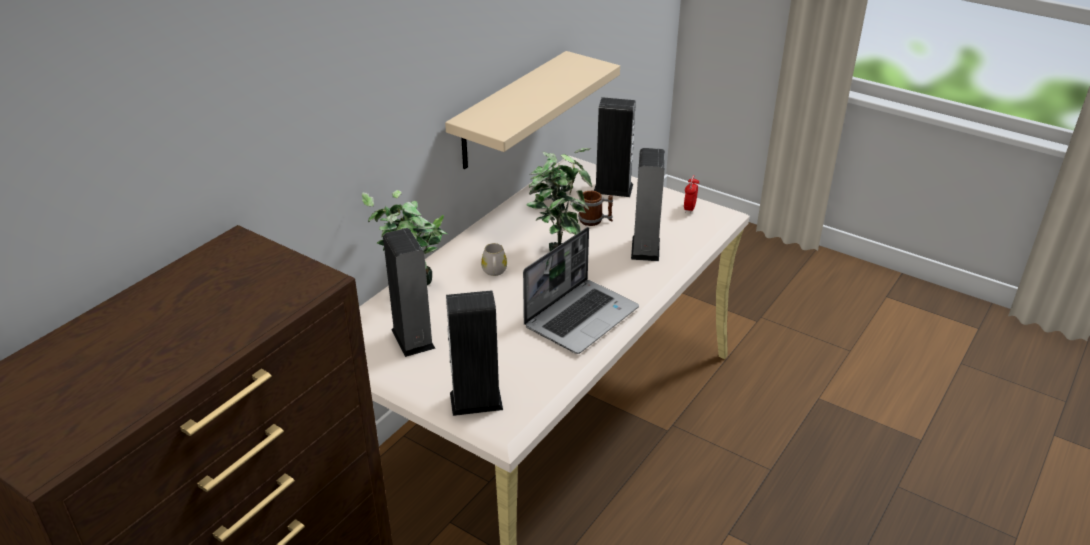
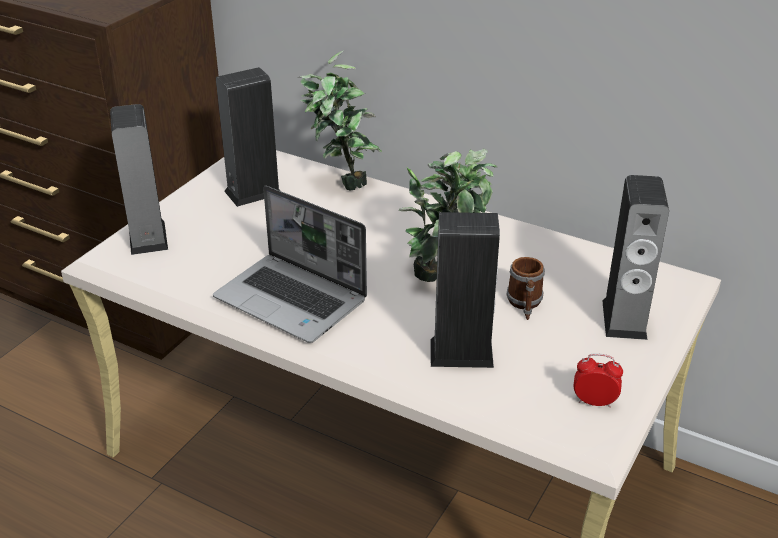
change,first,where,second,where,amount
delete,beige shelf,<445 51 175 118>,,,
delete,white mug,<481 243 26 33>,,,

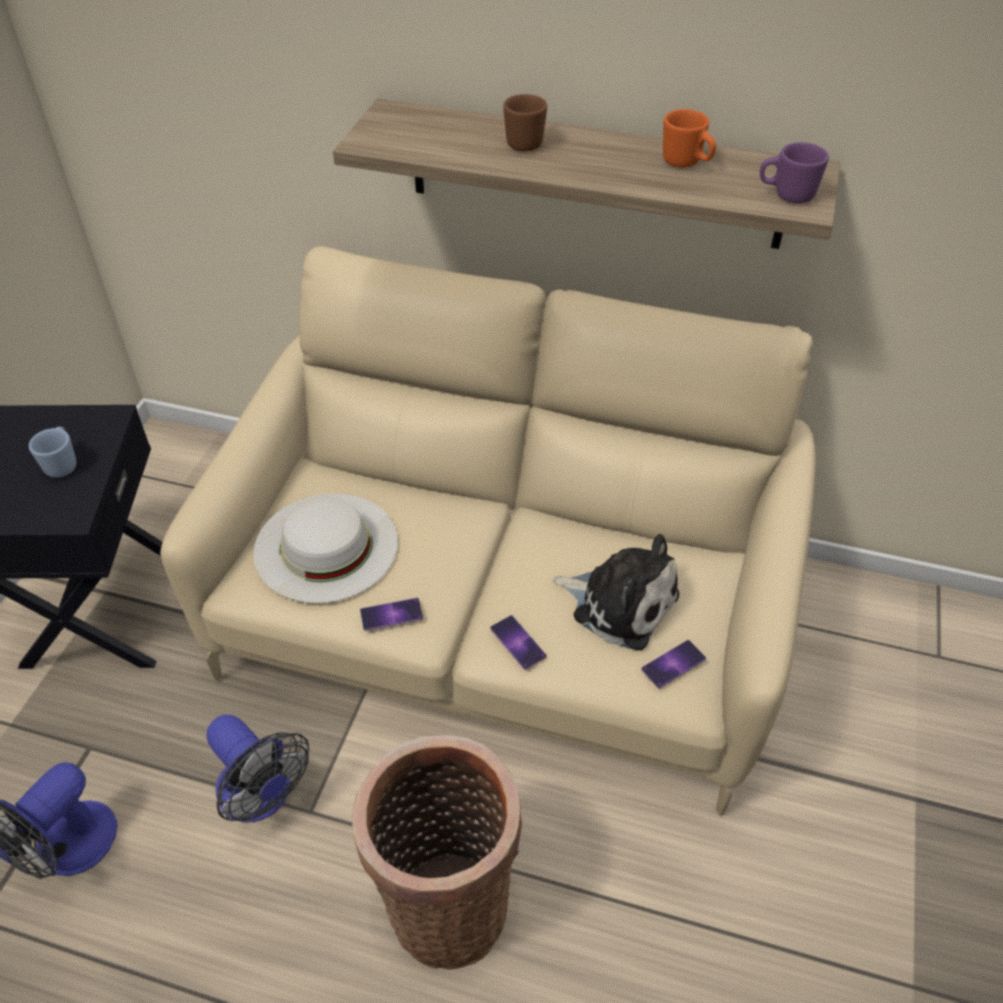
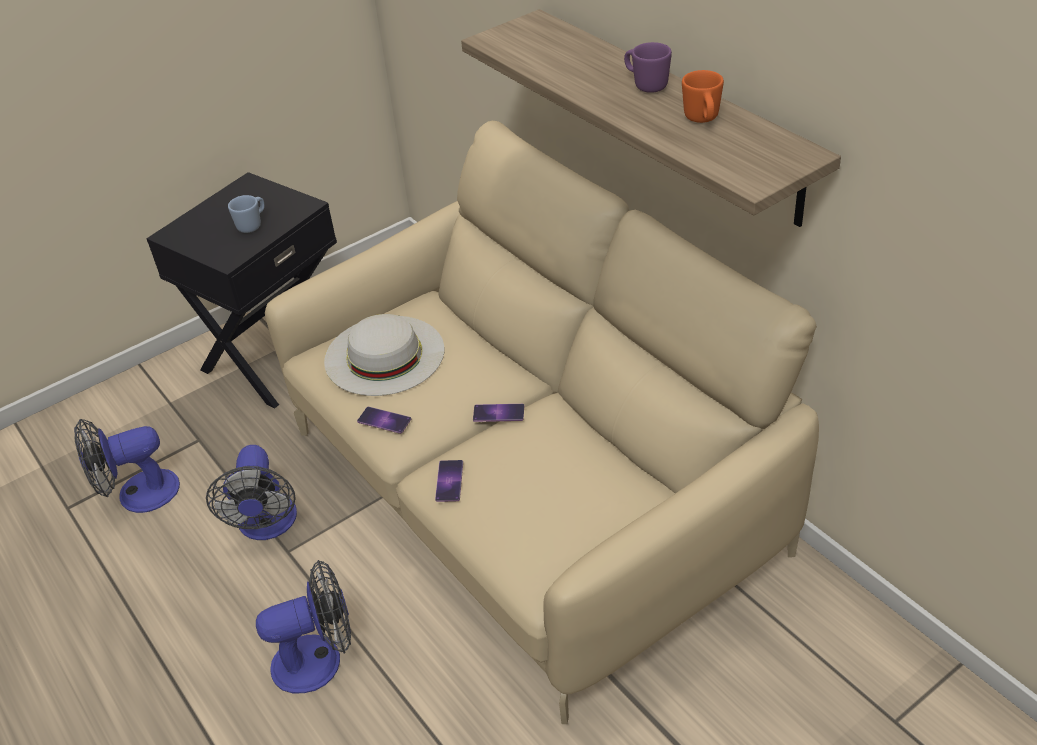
change,first,where,second,where,amount
replace,basket,<352 735 170 235>,fan,<256 560 95 133>,
delete,brown mug,<503 94 44 57>,,,
delete,plush toy,<552 534 127 116>,,,
move,phone,<642 640 64 49>,,<473 404 51 18>,
move,purple mug,<760 142 69 62>,,<624 42 48 51>,

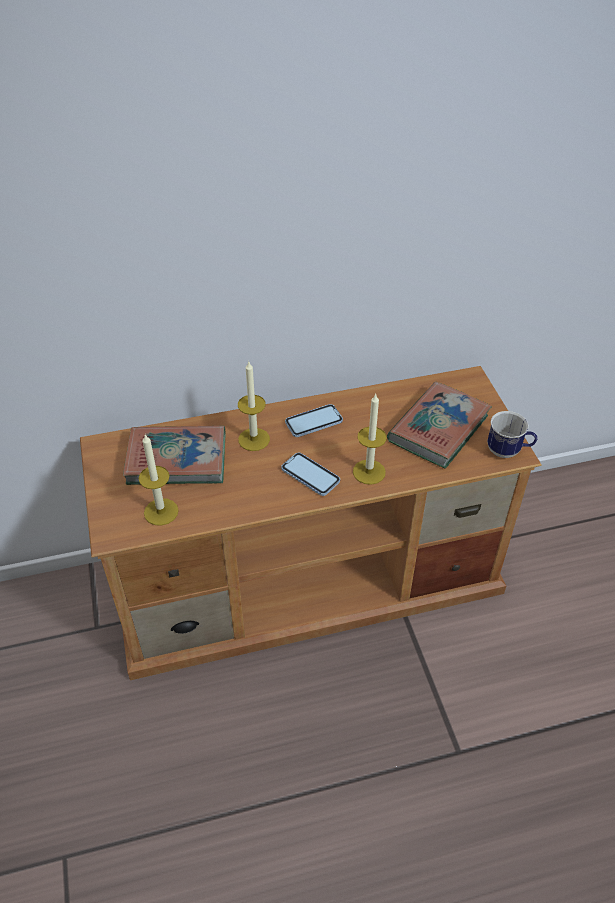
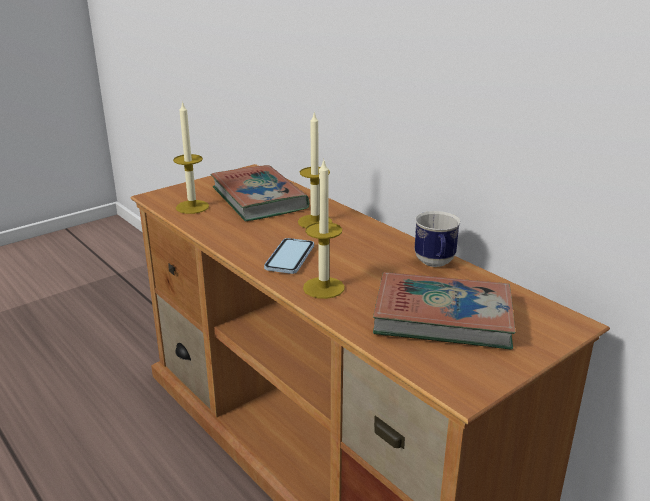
change,first,where,second,where,amount
delete,phone,<285 404 58 33>,,,
move,mug,<487 411 50 47>,,<415 211 46 56>,

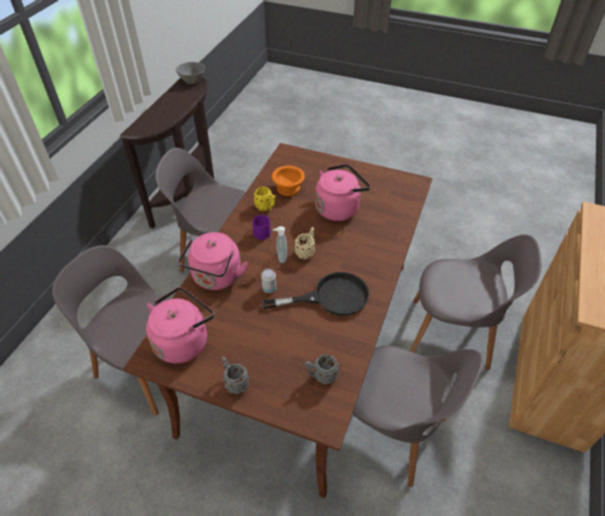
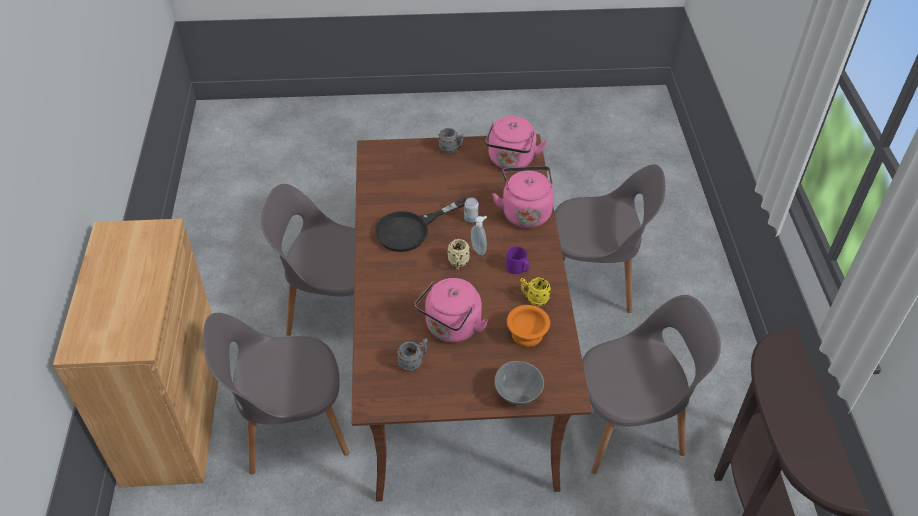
change,first,where,second,where,amount
move,grey bowl,<176 62 29 22>,,<494 361 50 44>,
move,grey mug,<305 354 34 30>,,<397 338 31 34>,

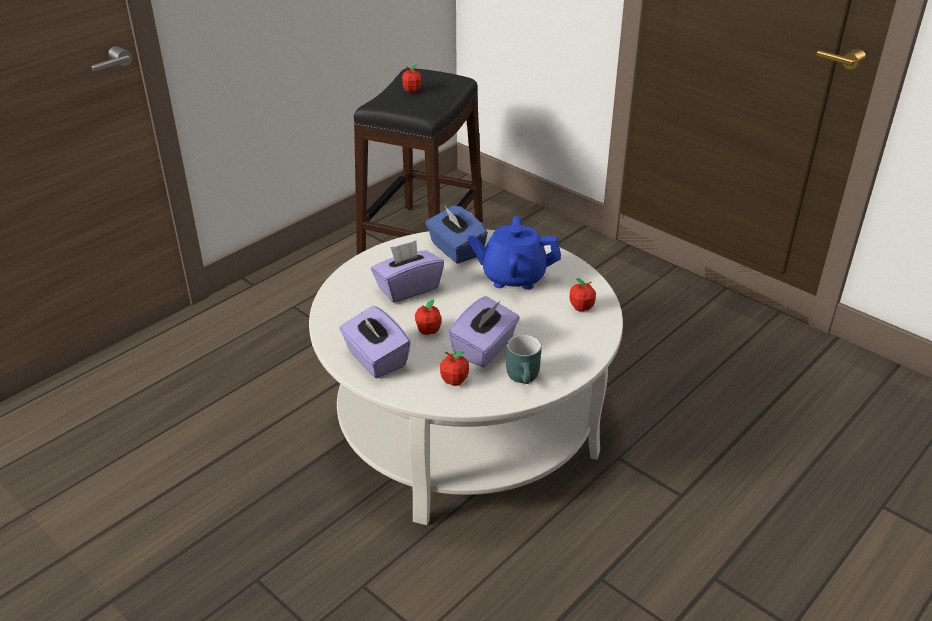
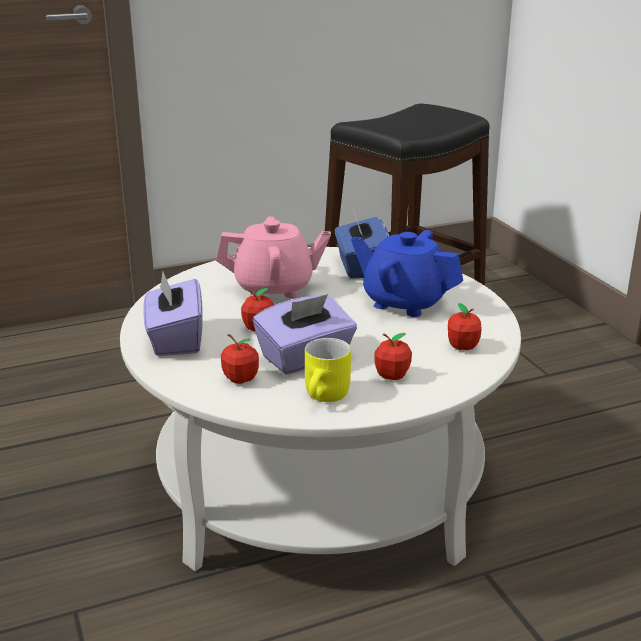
change,first,where,second,where,amount
replace,purple tissue box,<371 240 73 63>,pink teapot,<216 216 115 82>,
move,apple,<402 65 19 27>,,<374 333 38 47>,
recolor,turquoise mug,<506 335 35 49>,yellow mug,<305 338 46 64>,

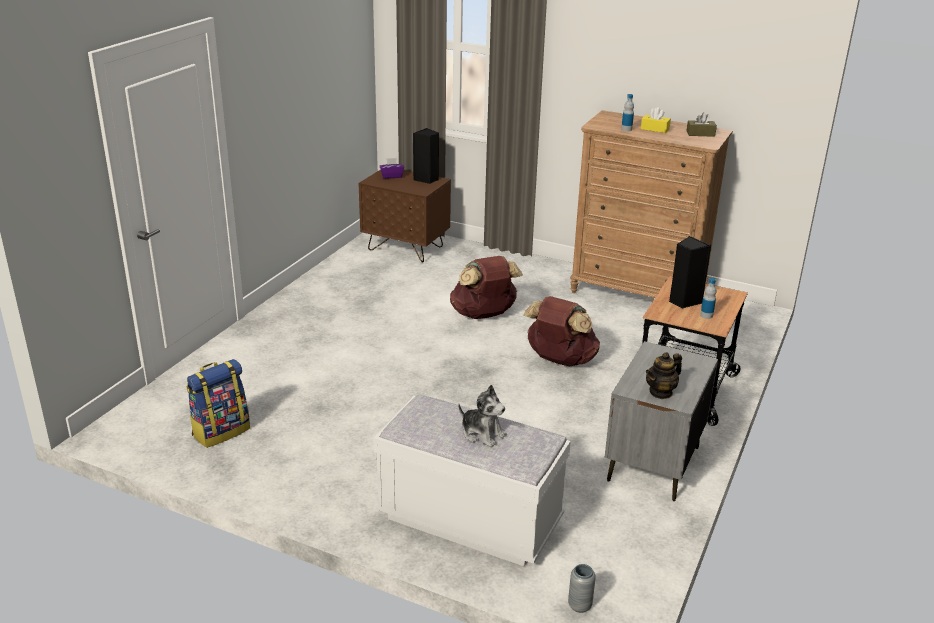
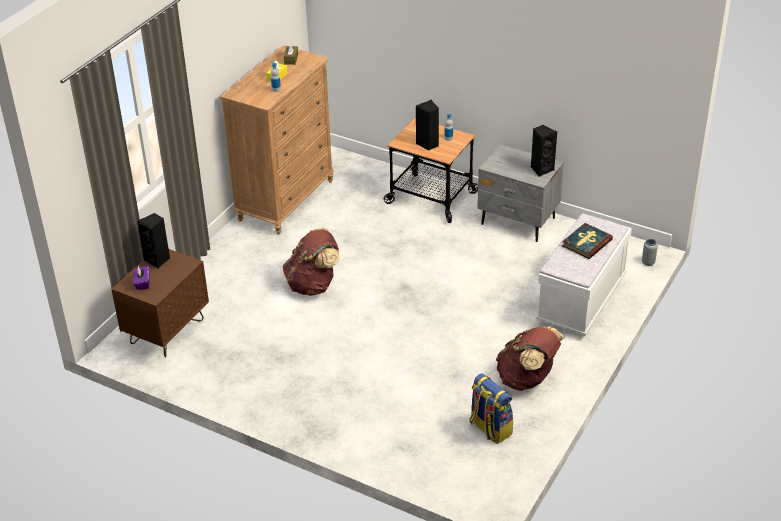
change,first,where,second,where,amount
replace,plush toy,<458 385 49 62>,book,<562 223 51 36>,
move,brown backpack,<524 296 76 70>,,<496 326 68 65>,
replace,teapot,<646 352 36 47>,black speaker,<531 125 26 52>,

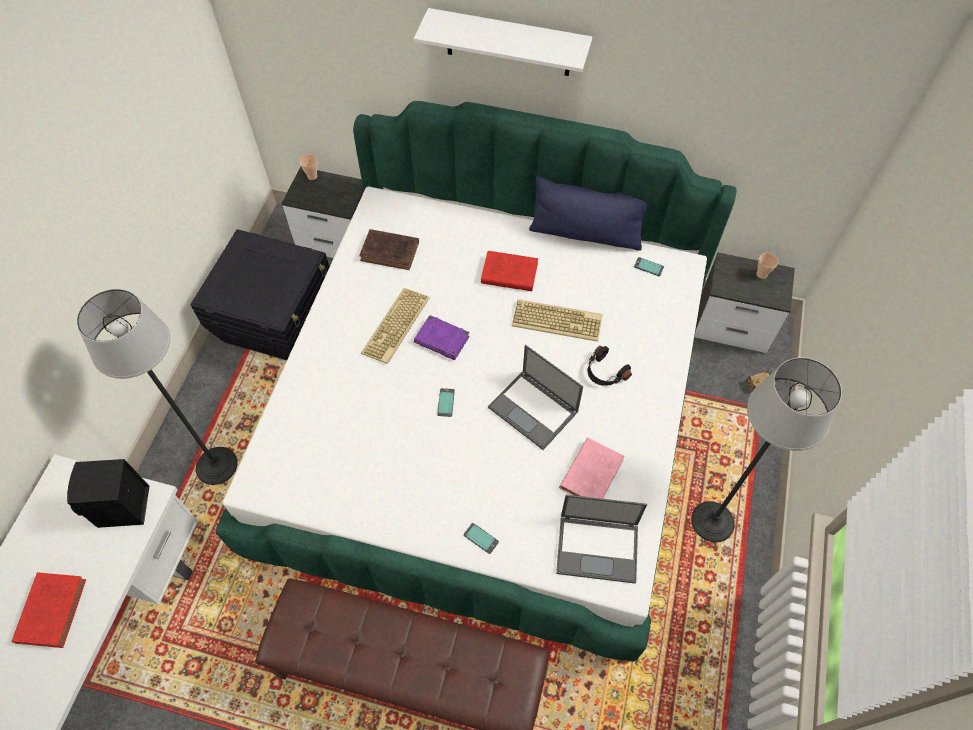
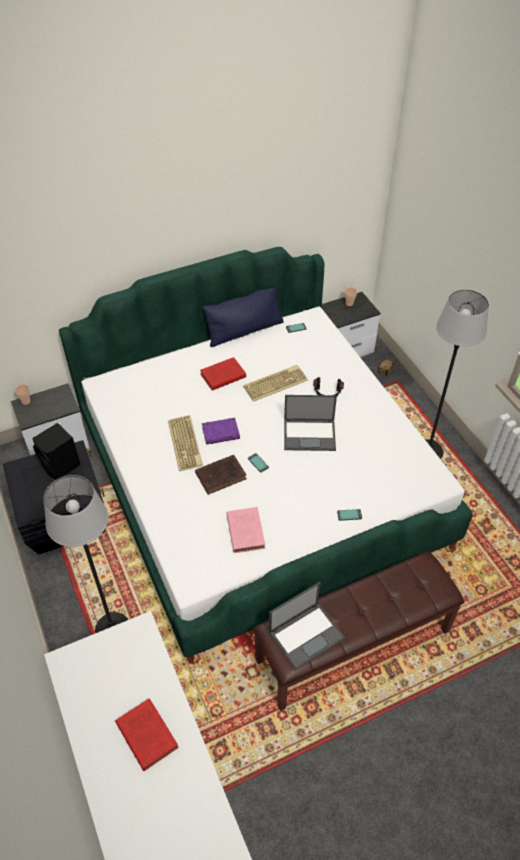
change,first,where,second,where,amount
move,black speaker,<67 459 82 69>,,<32 423 49 57>,
move,brown book,<359 229 60 41>,,<195 455 52 40>,
delete,white shelf,<414 8 178 68>,,,
move,laptop,<556 494 91 90>,,<269 582 76 88>,
move,pink book,<559 438 66 61>,,<227 507 38 46>,

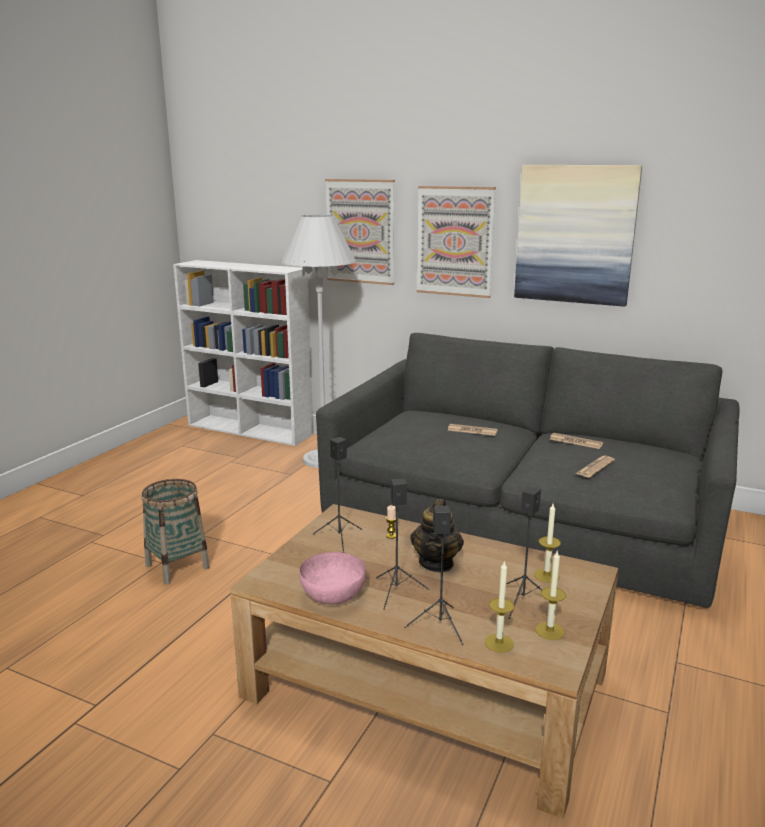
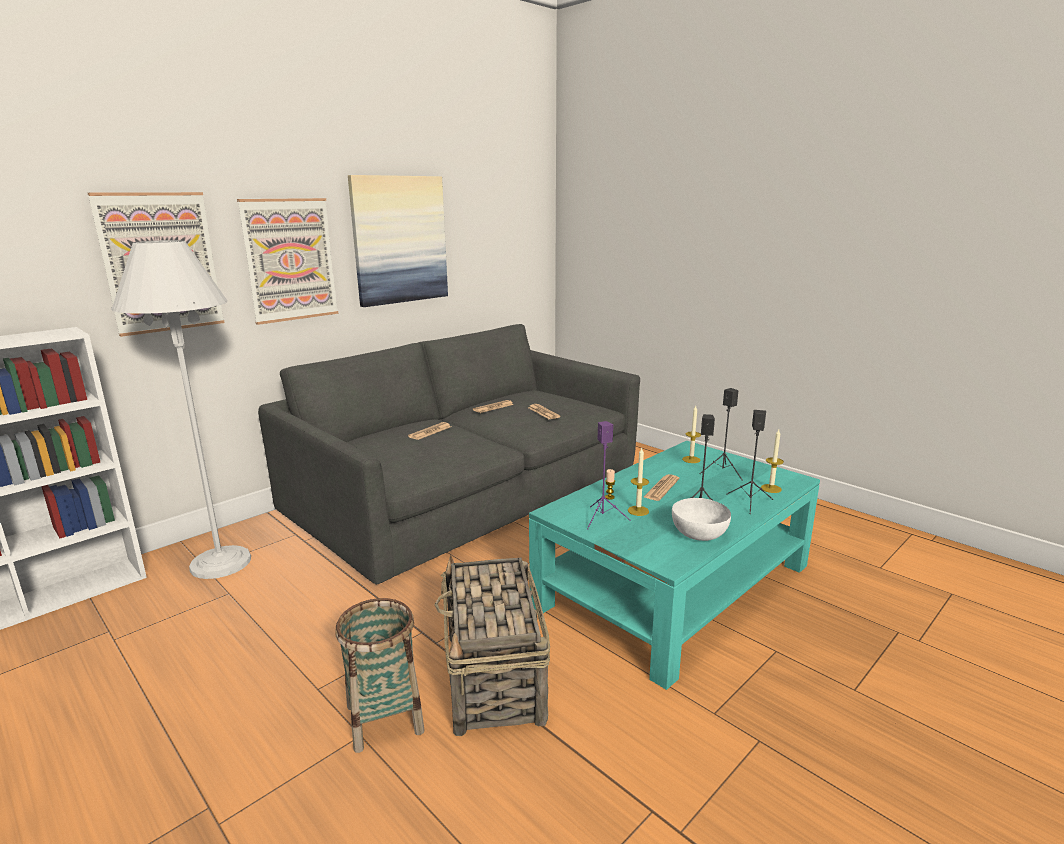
change,first,where,second,where,amount
recolor,brown coffee table,<230 504 389 315>,turquoise coffee table,<529 441 291 249>,
recolor,pink bowl,<299 552 67 53>,white bowl,<672 498 59 43>,
recolor,black speaker,<313 437 49 116>,purple speaker,<587 421 44 108>,
replace,teapot,<410 499 54 73>,newspaper,<644 474 35 27>,
move,candle,<536 551 30 89>,,<628 448 21 68>,
insert,,,basket,<435 555 115 181>,

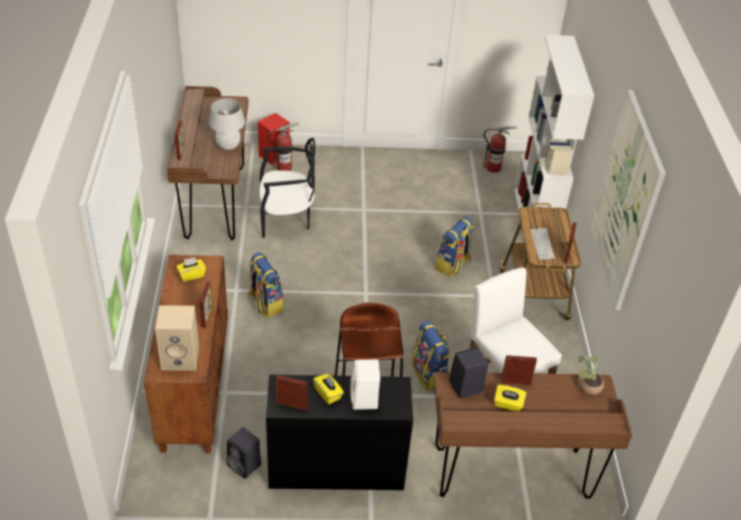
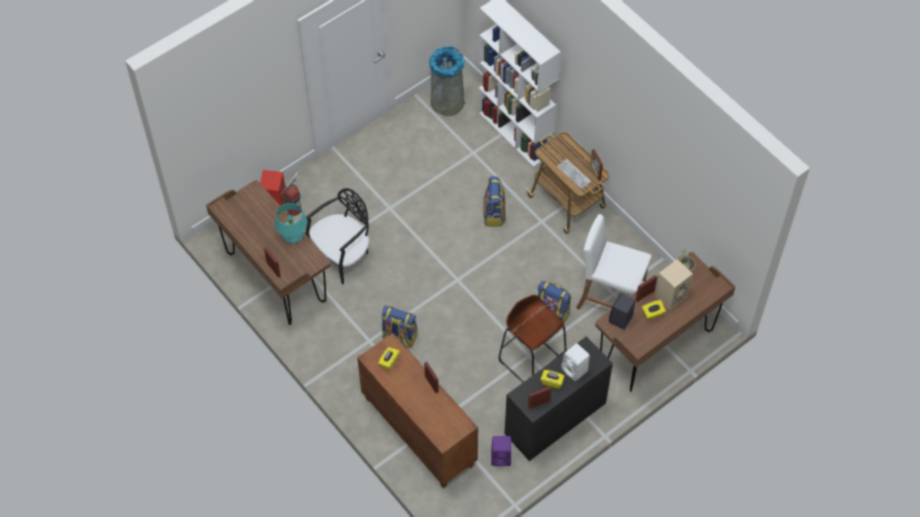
change,first,where,second,where,amount
move,beige speaker,<155 305 44 65>,,<654 259 39 51>,
recolor,white table lamp,<209 98 36 52>,turquoise table lamp,<274 203 33 41>,
recolor,black speaker,<226 427 35 52>,purple speaker,<491 436 20 30>,
replace,fire extinguisher,<483 126 33 47>,grey trash can,<429 47 36 69>,
delete,picture,<591 90 75 220>,,,

